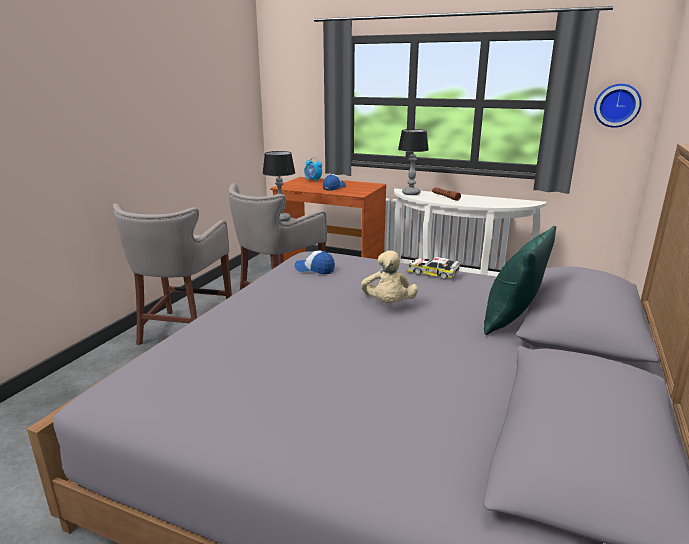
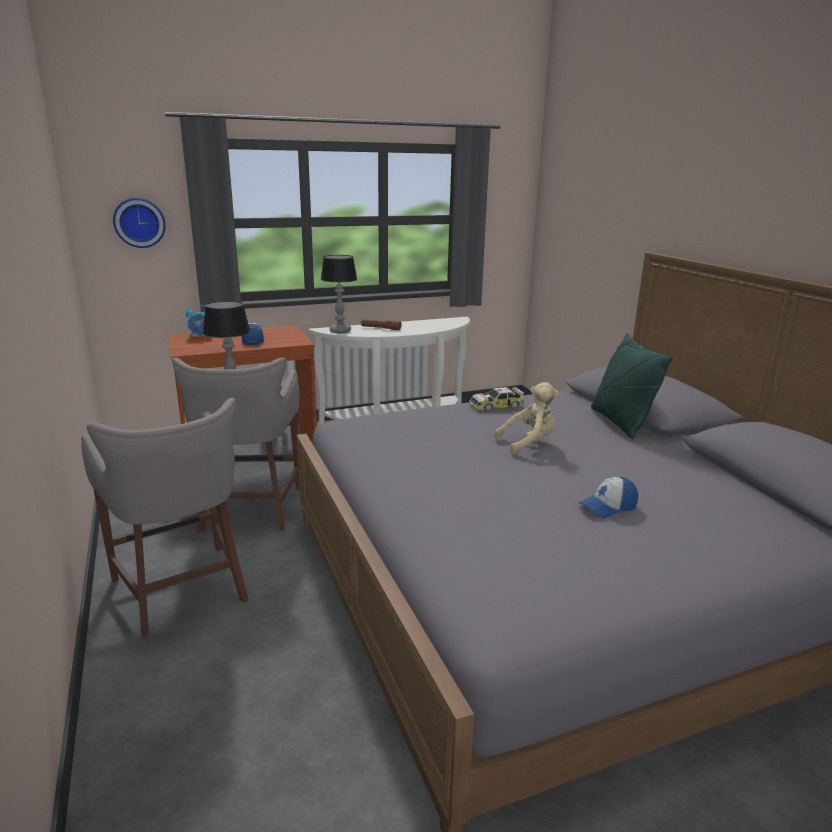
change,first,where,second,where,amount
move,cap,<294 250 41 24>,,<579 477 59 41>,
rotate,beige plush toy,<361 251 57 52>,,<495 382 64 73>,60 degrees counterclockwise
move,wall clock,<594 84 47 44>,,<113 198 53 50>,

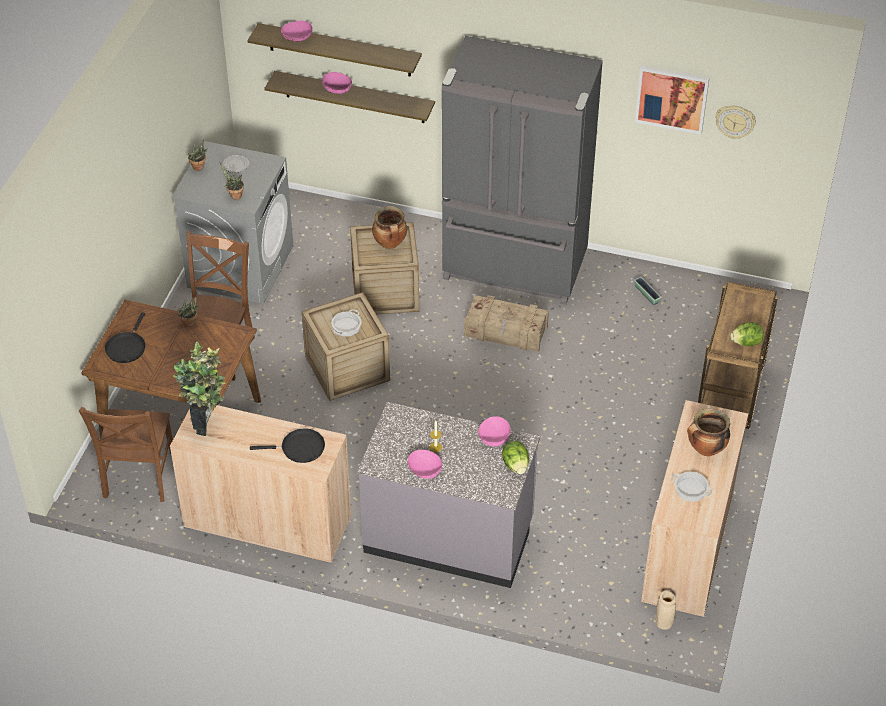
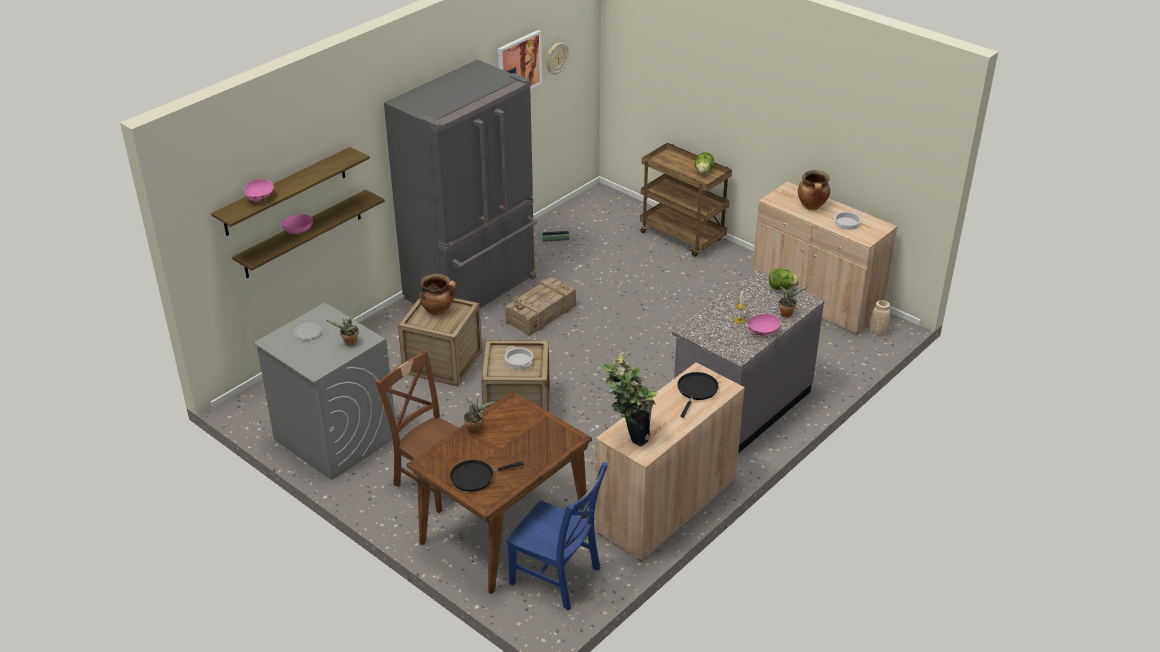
change,first,where,second,where,amount
recolor,brown chair,<79 407 94 95>,blue chair,<506 462 103 148>,
rotate,black frying pan,<105 312 41 51>,,<450 460 73 32>,120 degrees clockwise
move,potted plant,<188 140 20 31>,,<778 285 31 33>,
delete,pink bowl,<478 416 33 31>,,,

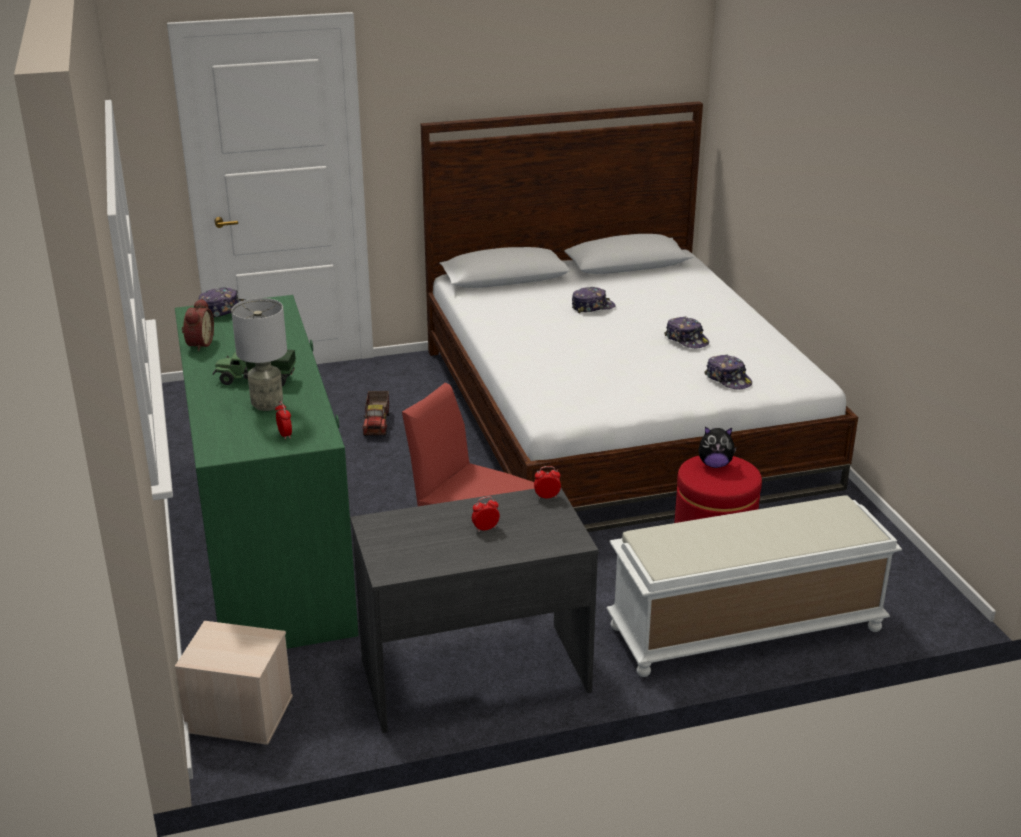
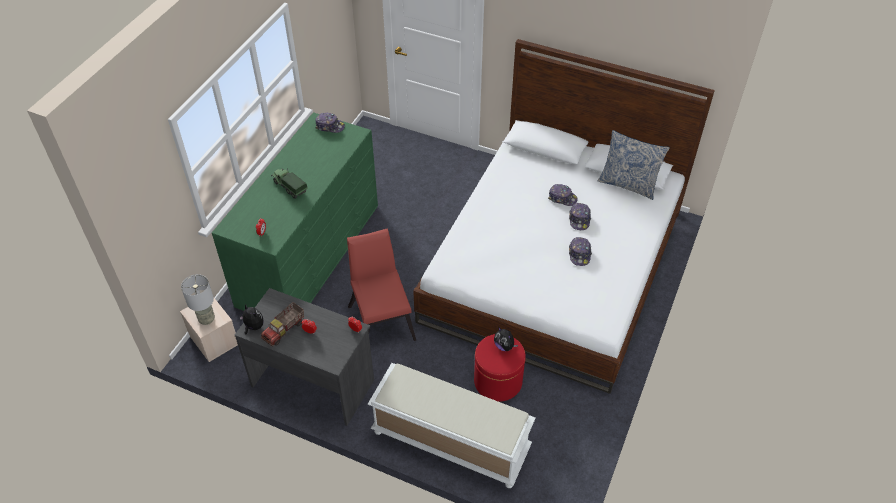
change,first,where,second,where,amount
delete,alarm clock,<182 298 32 53>,,,
move,grey table lamp,<231 298 56 113>,,<181 274 34 51>,
move,toy truck,<363 391 26 45>,,<261 302 43 44>,
move,cap,<704 355 48 35>,,<569 203 22 27>,
insert,,,plush toy,<240 304 24 30>,
insert,,,pillow,<598 130 72 70>,

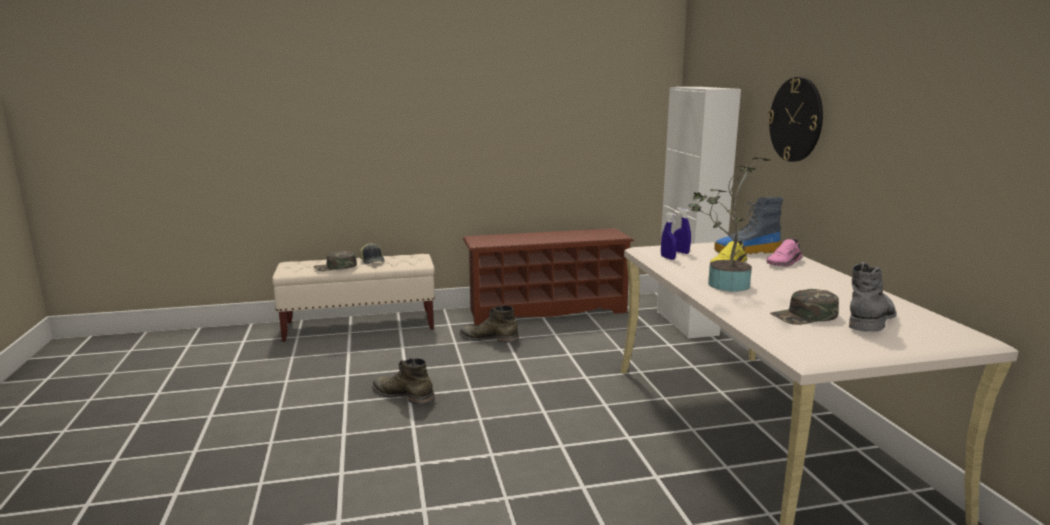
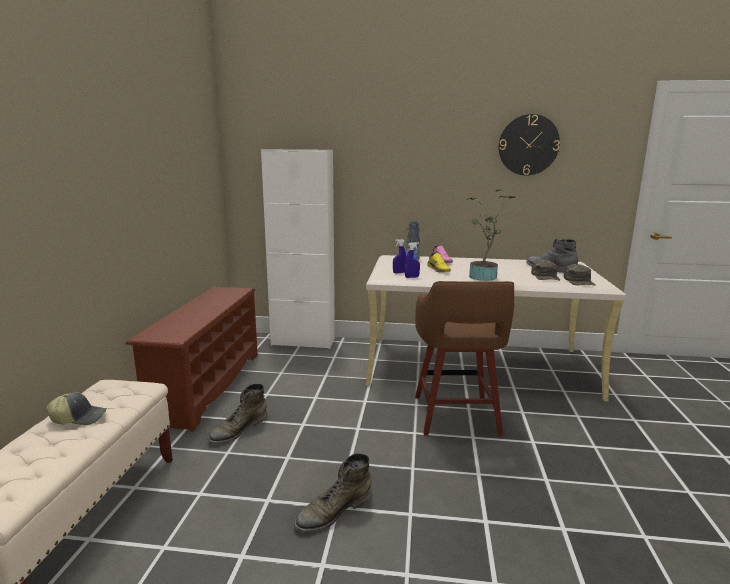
change,first,where,second,where,amount
move,green cap,<314 251 43 20>,,<564 264 32 22>,
move,wall clock,<767 77 56 85>,,<498 114 62 61>,
insert,,,brown stool,<415 281 99 154>,

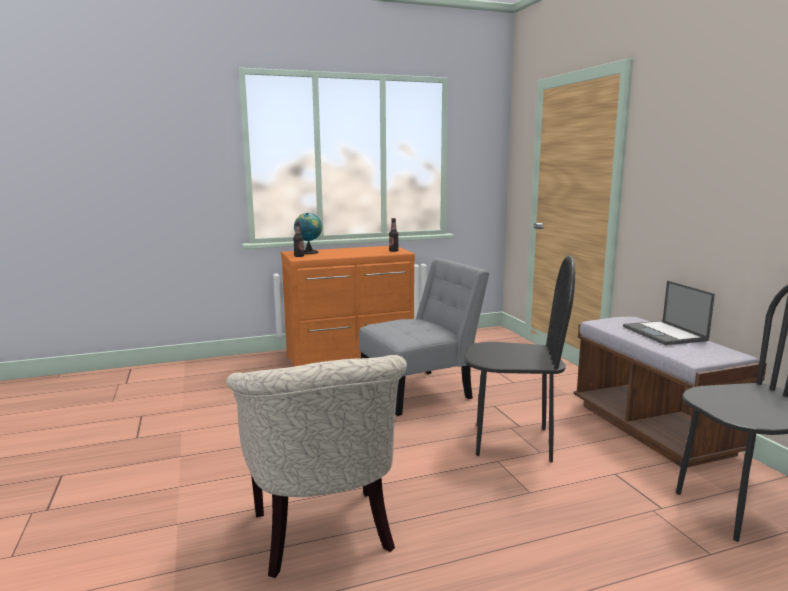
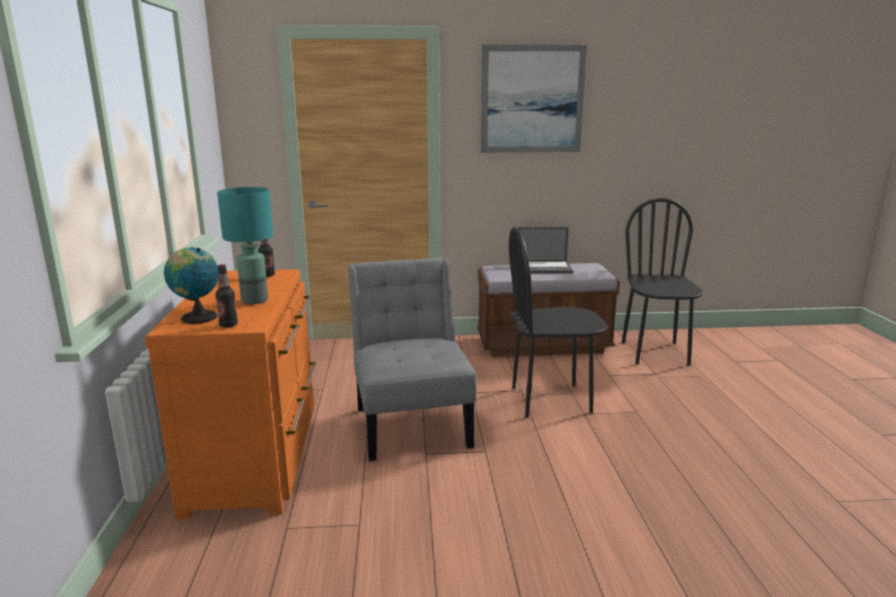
change,first,where,second,where,amount
delete,beige armchair,<226 355 181 223>,,,
rotate,black chair,<464 255 111 208>,,<509 227 99 191>,120 degrees counterclockwise
insert,,,turquoise table lamp,<217 187 56 117>,
insert,,,picture,<481 44 106 109>,

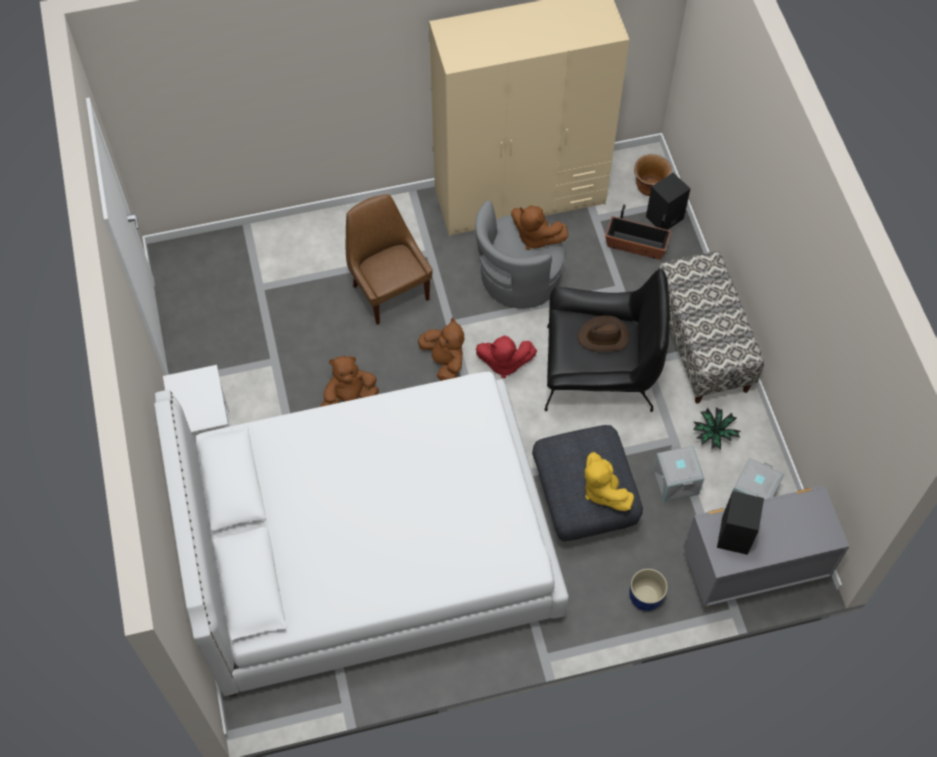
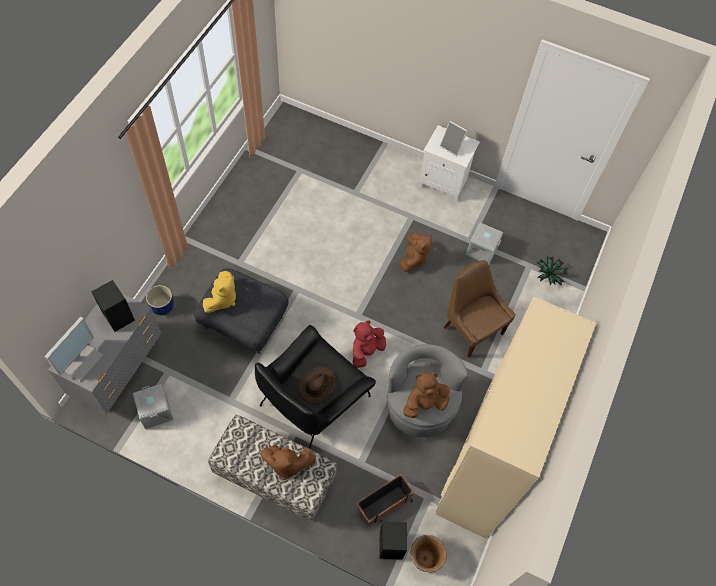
change,first,where,second,where,amount
delete,white bed,<154 372 415 325>,,,
rotate,brown chair,<346 194 87 131>,,<444 260 72 98>,135 degrees counterclockwise
move,brown plush toy,<418 318 46 63>,,<261 445 55 35>,
rotate,yellow plush toy,<585 452 49 59>,,<203 271 33 42>,105 degrees clockwise
move,grey storage box,<653 446 51 56>,,<466 222 37 43>,
move,potted plant,<693 408 48 42>,,<536 257 31 29>,
insert,,,monitor,<44 316 60 66>,
insert,,,picture frame,<440 121 28 35>,

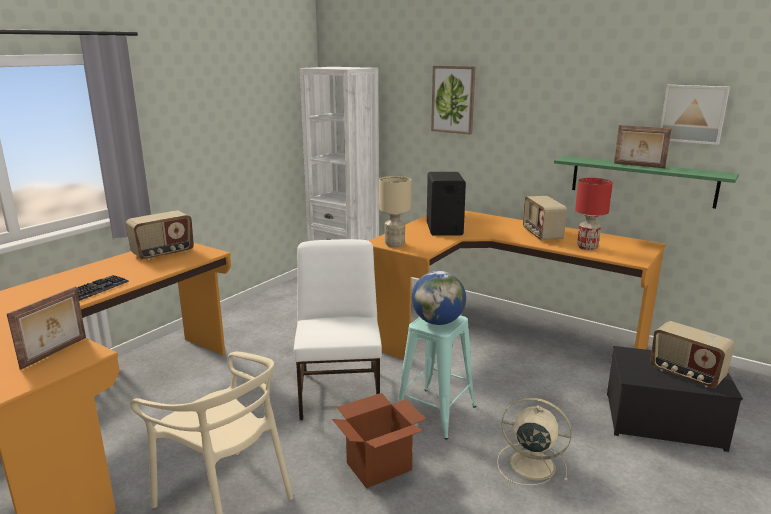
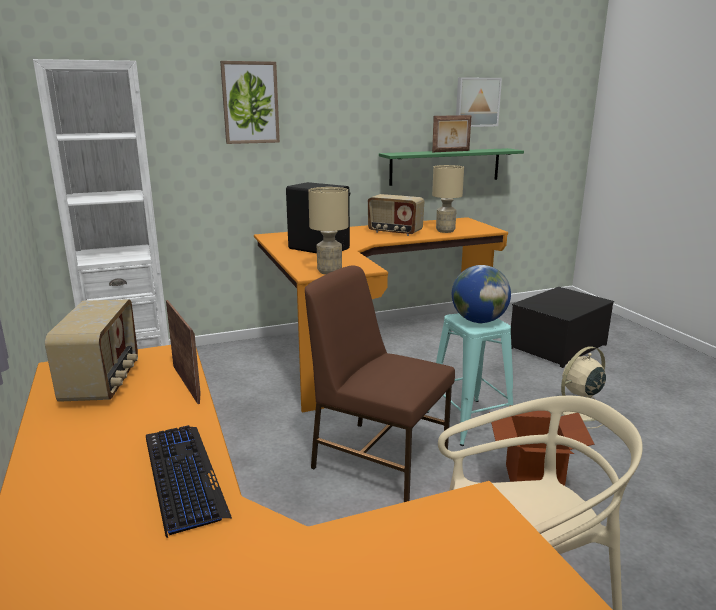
change,first,where,second,where,amount
move,picture frame,<7 286 79 84>,,<166 300 35 104>,
recolor,white chair,<294 239 88 181>,brown chair,<305 265 150 237>,
recolor,red table lamp,<575 178 38 72>,beige table lamp,<432 165 32 68>,
delete,radio,<650 321 85 67>,,,

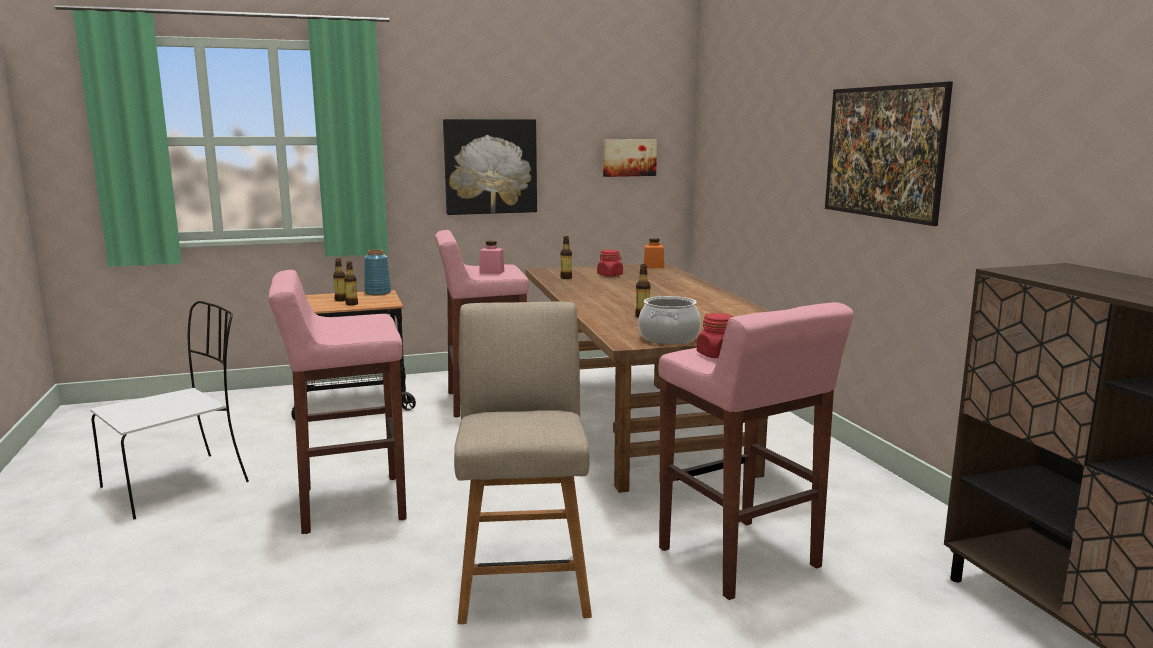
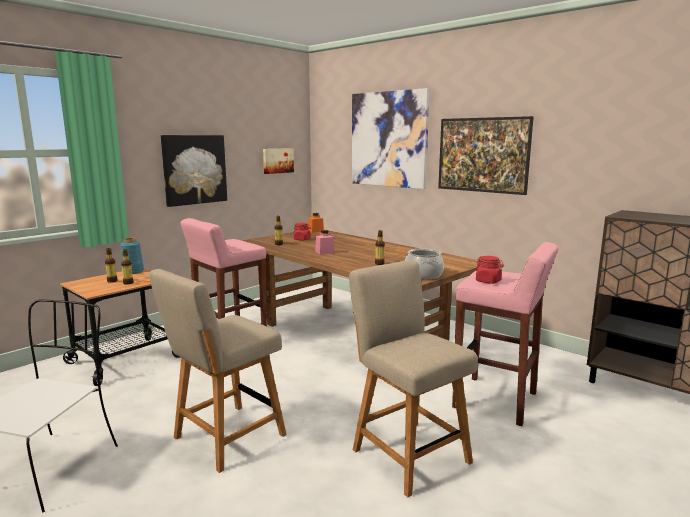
change,first,where,second,where,amount
replace,pink stool,<268 270 139 264>,beige chair,<149 269 138 204>,
move,pink jar,<479 241 25 33>,,<315 230 20 25>,
insert,,,picture,<352 88 78 101>,

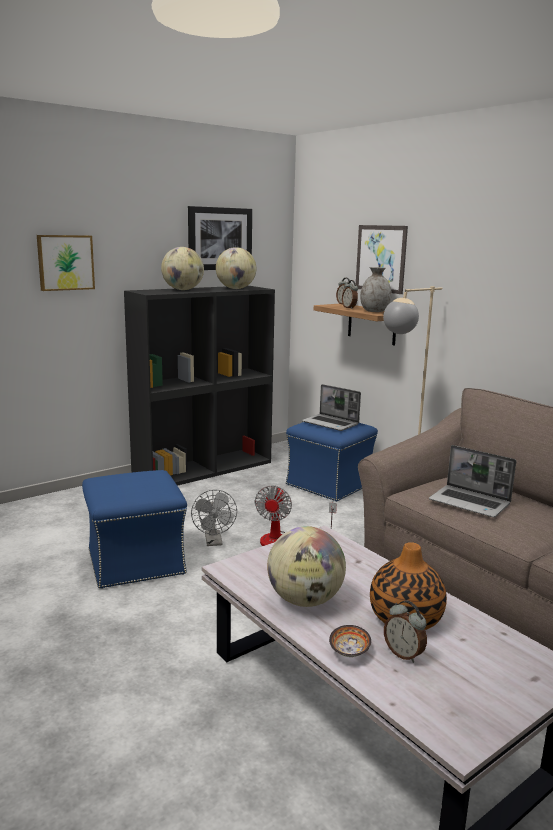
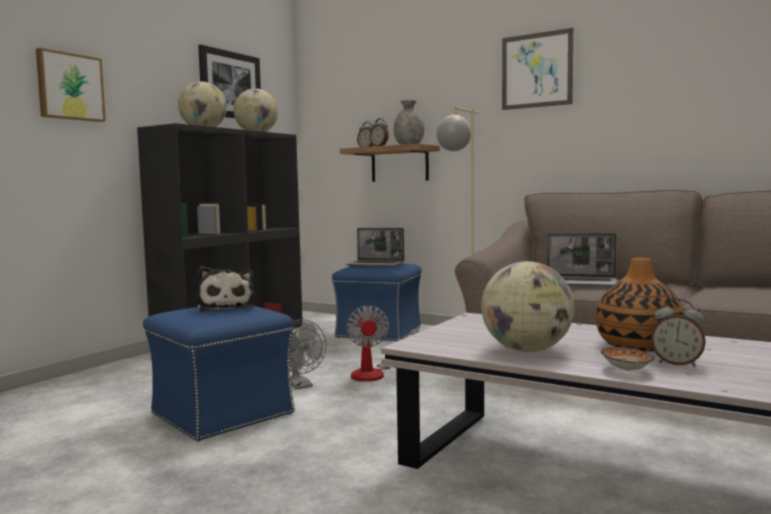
change,first,where,second,where,amount
move,picture,<356 225 52 69>,,<502 28 71 82>,
insert,,,plush toy,<196 266 59 46>,

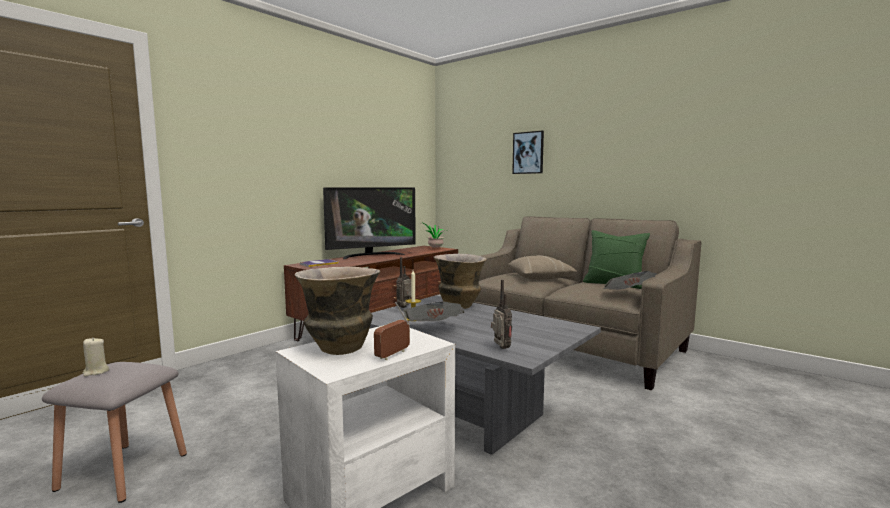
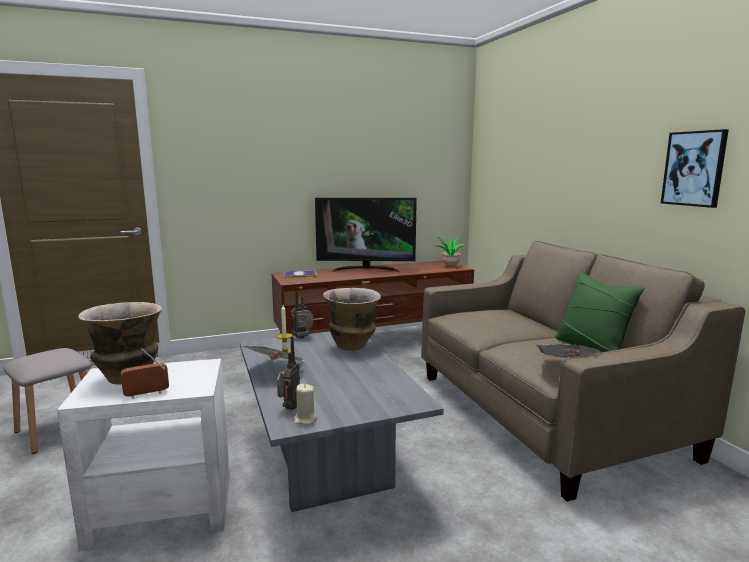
change,first,where,second,where,amount
move,beige candle,<83 337 26 40>,,<294 384 23 41>,
delete,beige pillow,<508 255 69 25>,,,
move,picture,<512 131 32 43>,,<661 129 68 79>,

